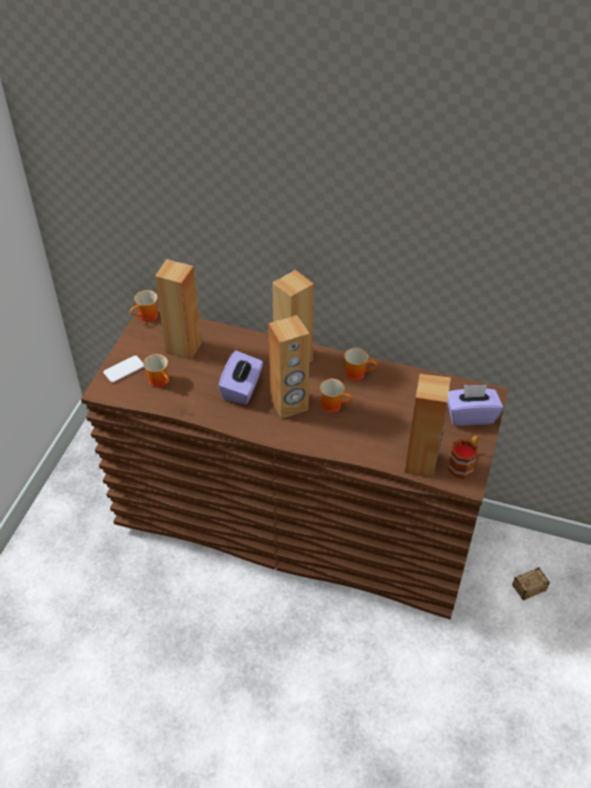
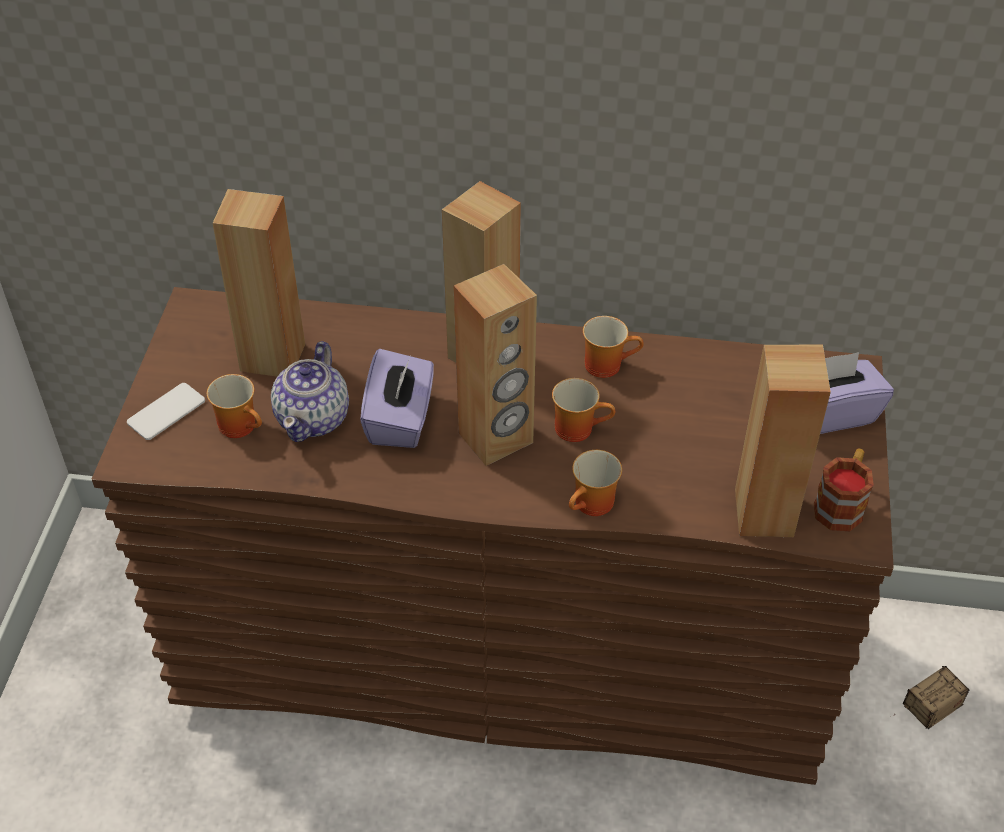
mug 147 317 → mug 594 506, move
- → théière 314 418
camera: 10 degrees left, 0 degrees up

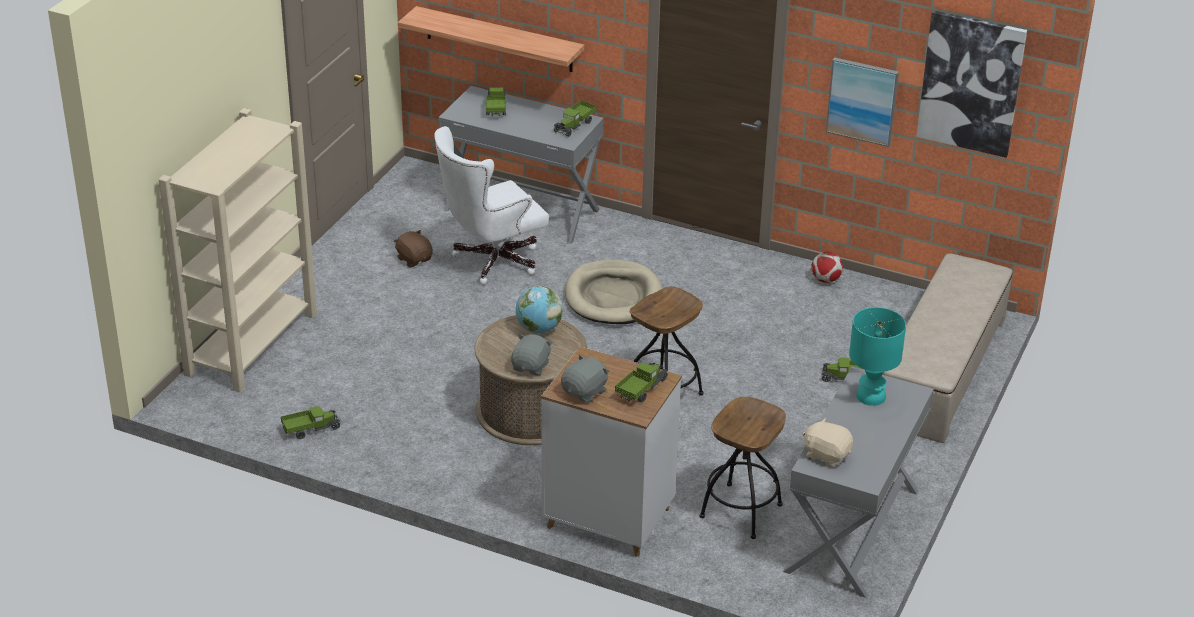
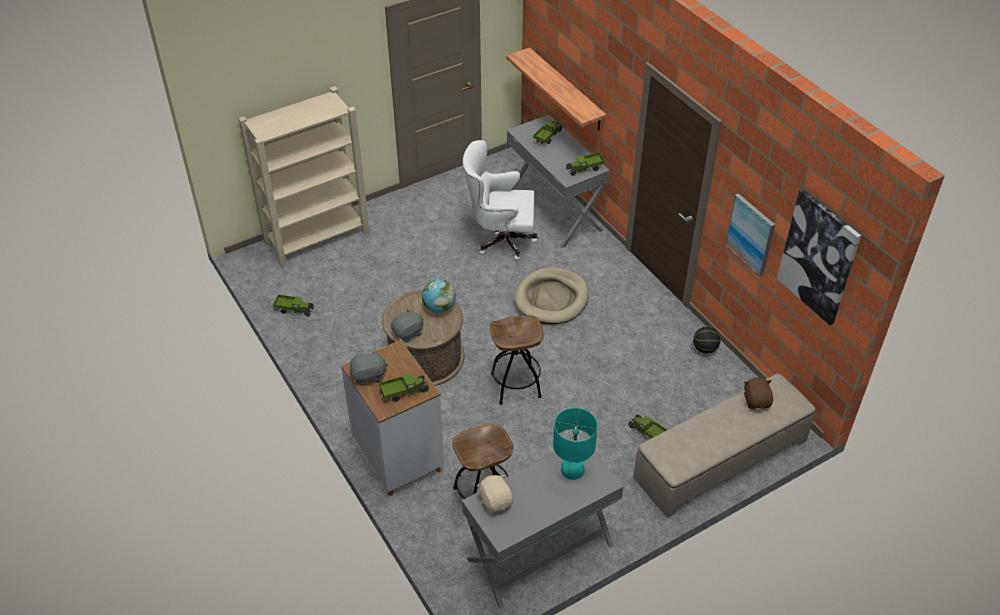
peluche/marron 414 259 → peluche/marron 756 401, move
ballon de foot 826 280 → ballon de basket 705 349
camera: 35 degrees right, 10 degrees up

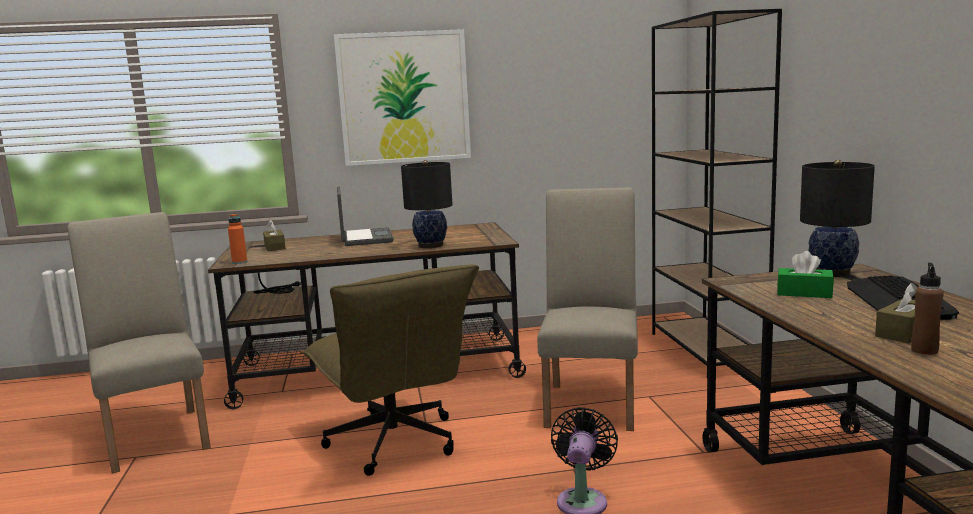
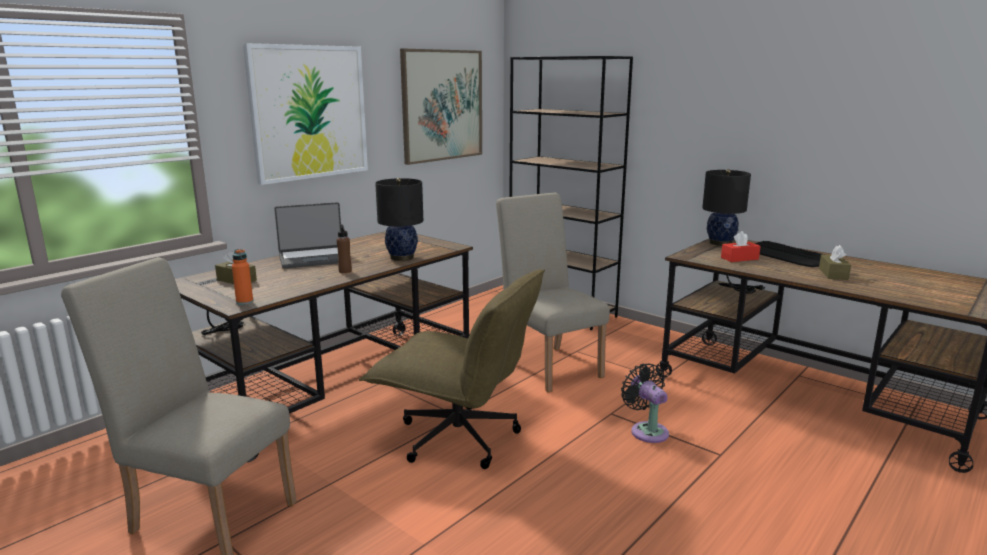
ordinateur portable 365 238 → ordinateur portable 314 259, 120 degrees clockwise
boîte à mouchoirs/vert 804 293 → boîte à mouchoirs/rouge 739 258
bouteille/marron 924 350 → bouteille/marron 345 271, move
- → tableau 442 105
camera: 40 degrees left, 5 degrees up

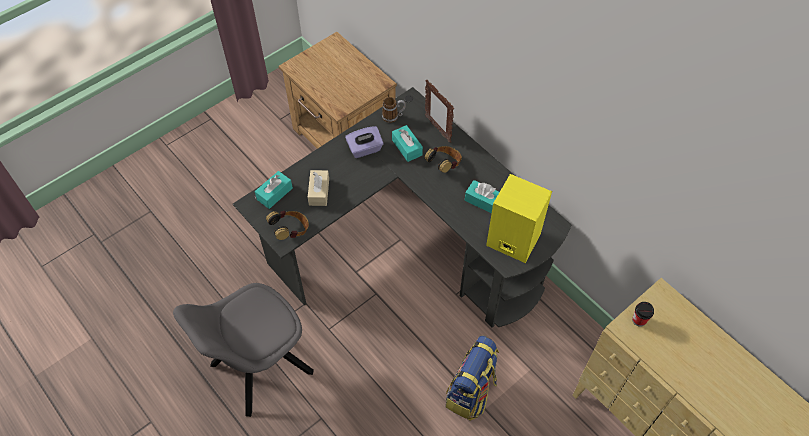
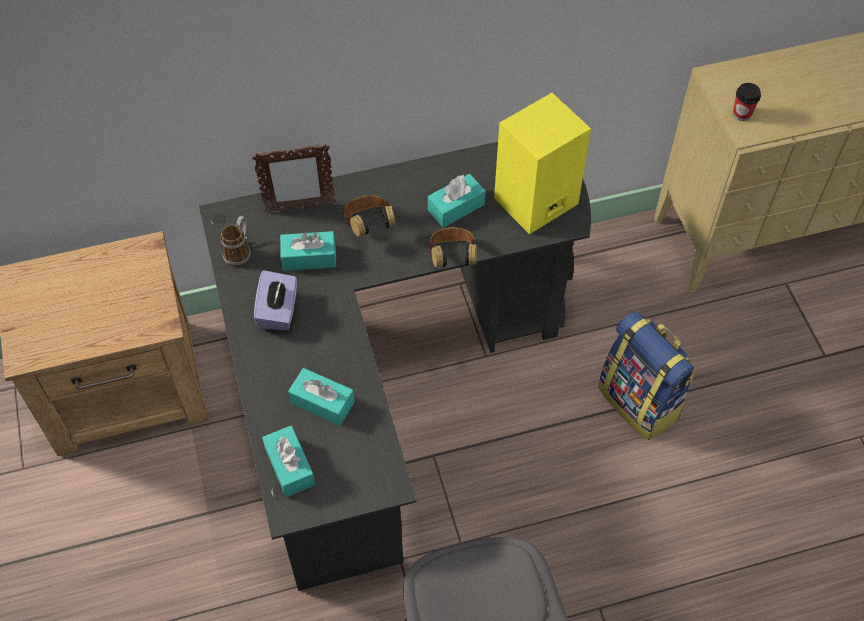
casque audio 291 231 → casque audio 452 258, move
boîte à mouchoirs/beige 319 192 → boîte à mouchoirs/turquoise 322 402
camera: 65 degrees left, 0 degrees up

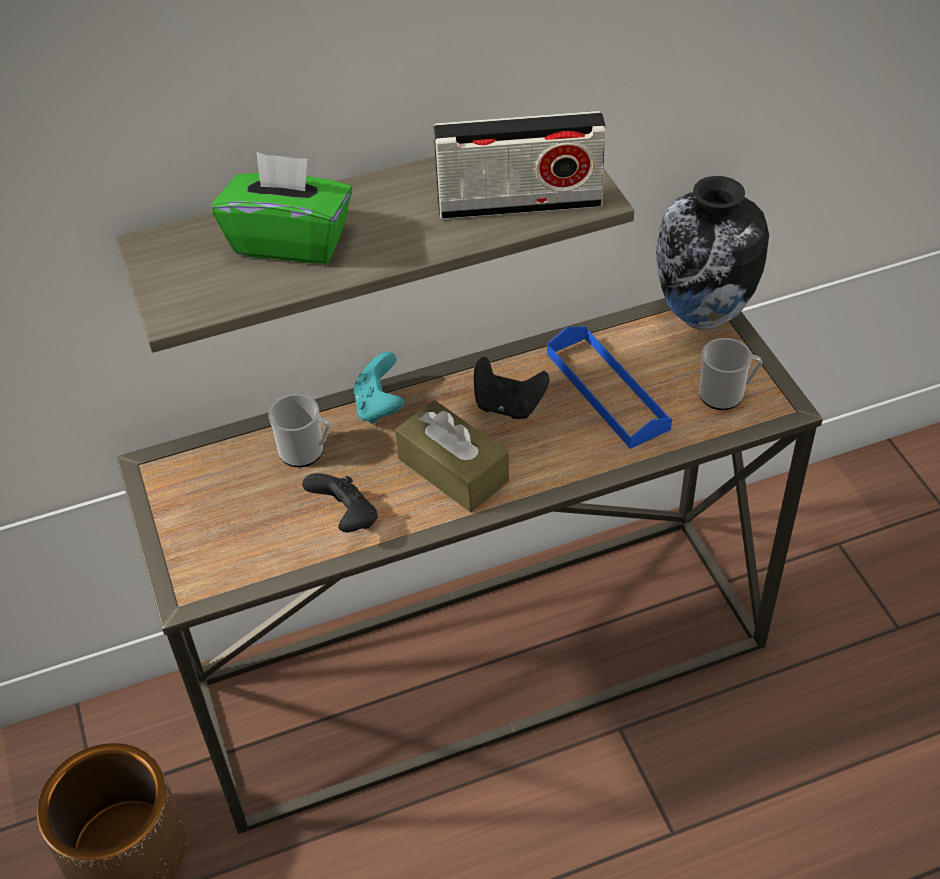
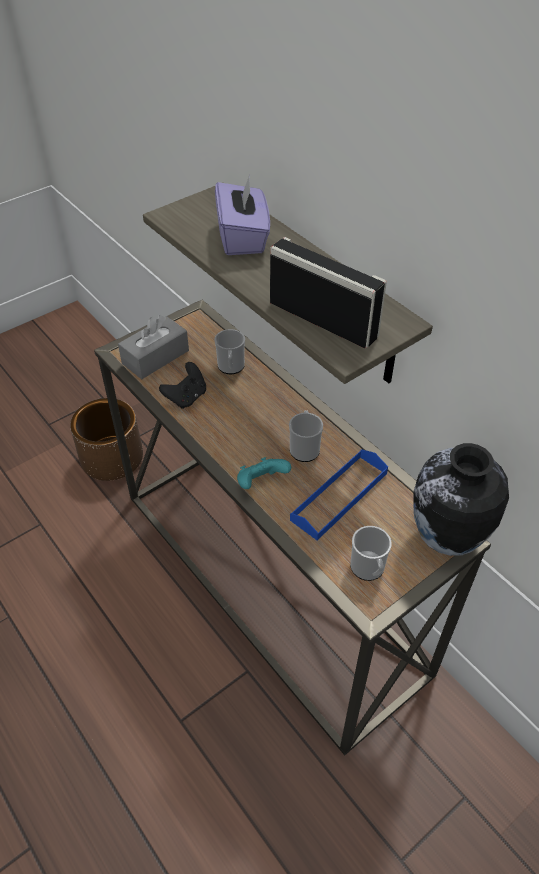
boîte à mouchoirs/vert 290 241 → boîte à mouchoirs/violet 243 238
manette/turquoise 379 406 → manette/turquoise 261 483, move
boîte à mouchoirs/marron 453 470 → -
radio 519 204 → radio 323 319, 150 degrees clockwise
manette/noir 508 406 → mug 304 448
- → boîte à mouchoirs/gris 155 357
camera: 70 degrees right, 0 degrees up

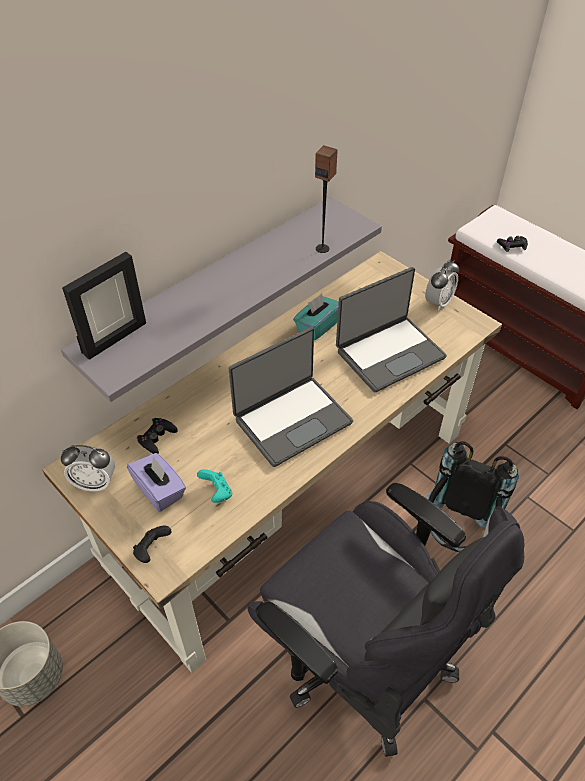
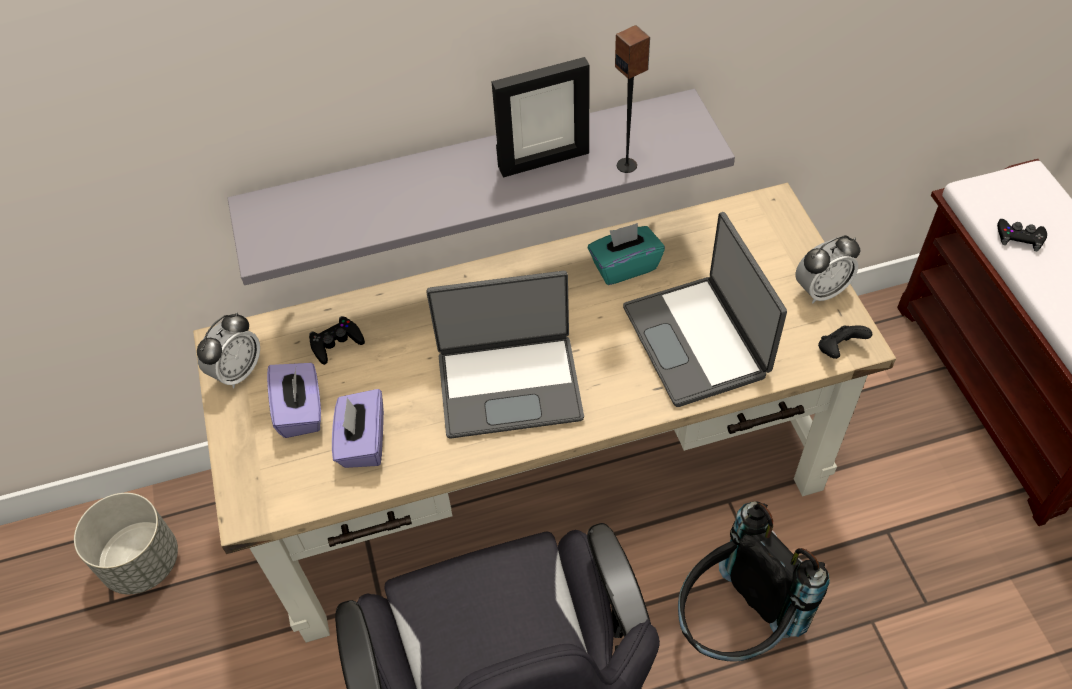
réveil 95 483 → réveil 238 372, 90 degrees counterclockwise
cadre photo 114 338 → cadre photo 543 160, move
manette/noir 152 550 → manette/noir 838 350, move
manette/turquoise 217 492 → boîte à mouchoirs/violet 362 442
ordinateur portable 389 353 → ordinateur portable 697 341, 75 degrees clockwise
camera: 30 degrees right, 5 degrees up

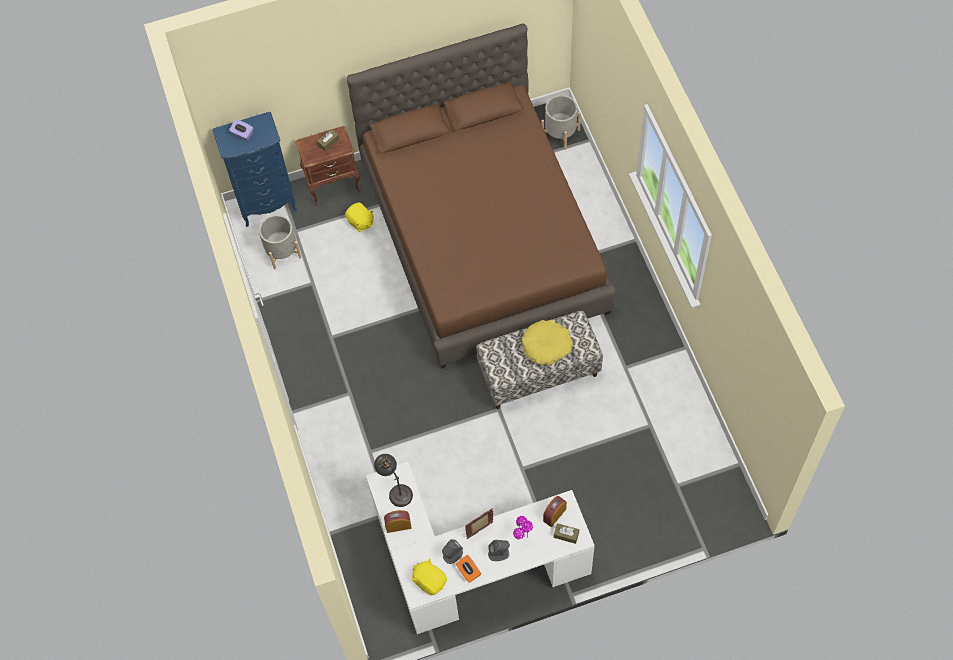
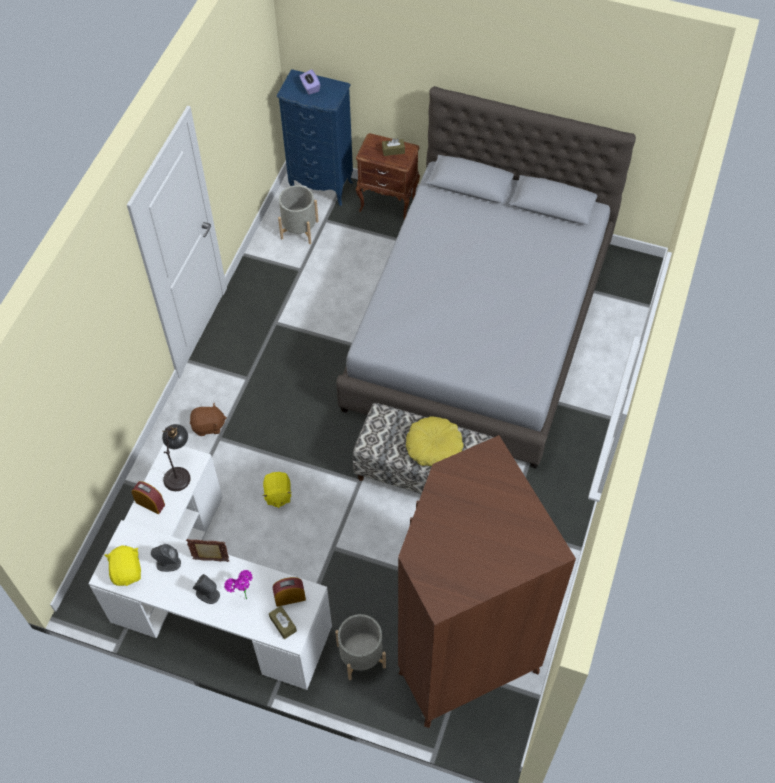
peluche/jaune 360 222 → peluche/jaune 277 495, move
lit/marron 483 236 → lit/gris 480 326
boîte à mouchoirs/orange 468 572 → -
cache-pot/gris 560 133 → cache-pot/gris 361 656, move
- → peluche/marron 208 426
- → armoire/marron 462 647
camera: 35 degrees right, 5 degrees down

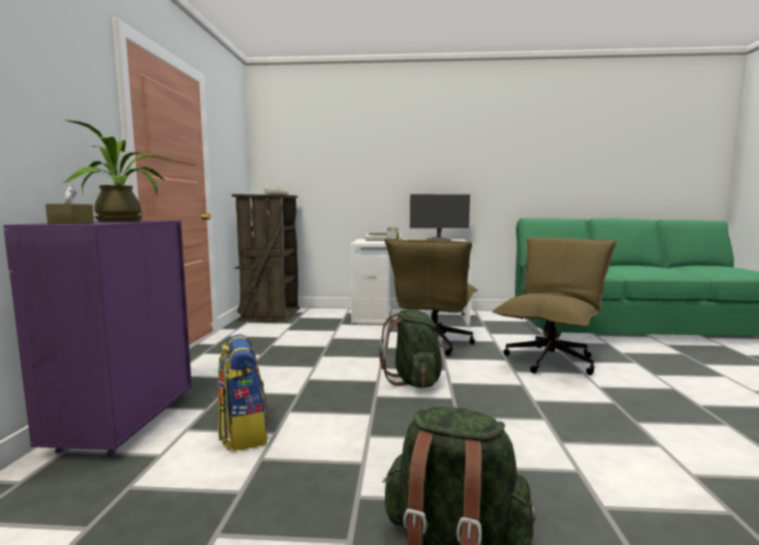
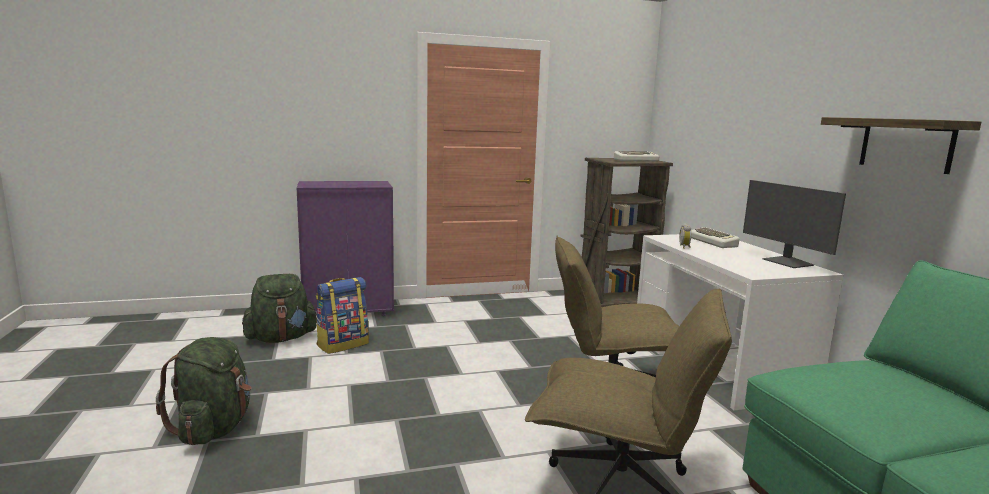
boîte à mouchoirs/marron 72 223 → -
plante en pot 125 221 → -
sac à dos/vert 414 381 → sac à dos/vert 281 338, move
- → étagère 906 144
camera: 70 degrees right, 5 degrees up

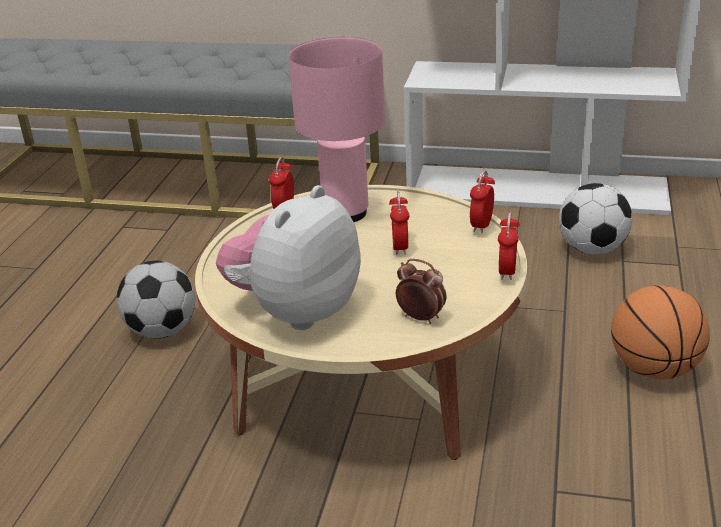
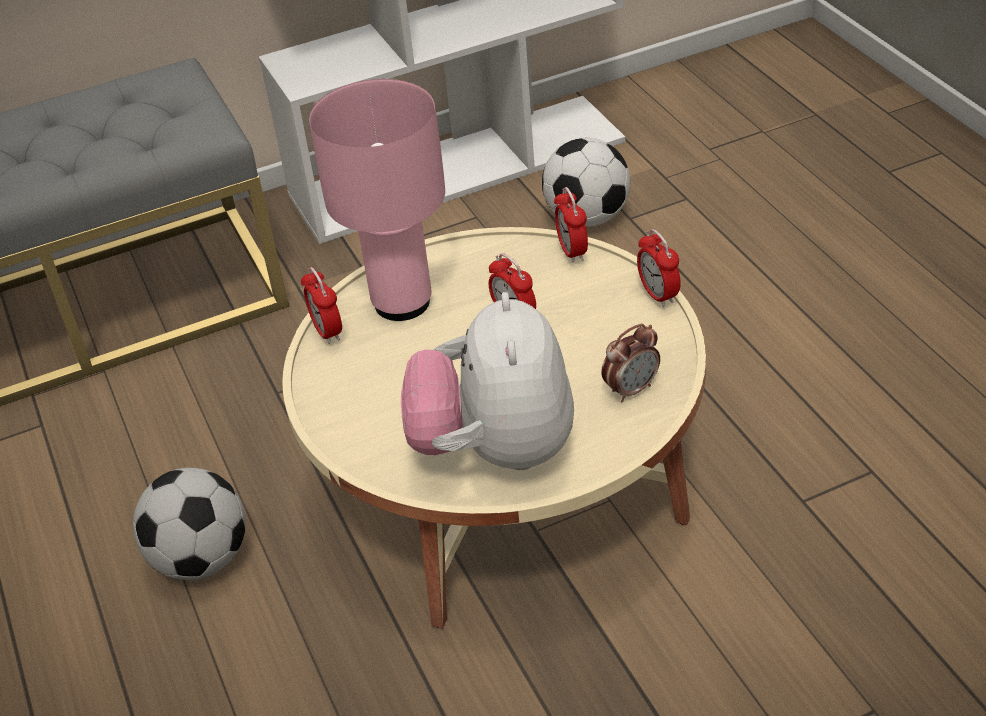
réveil 421 317 → réveil 631 389, 150 degrees clockwise
ballon de basket 654 369 → -
camera: 35 degrees left, 10 degrees up

